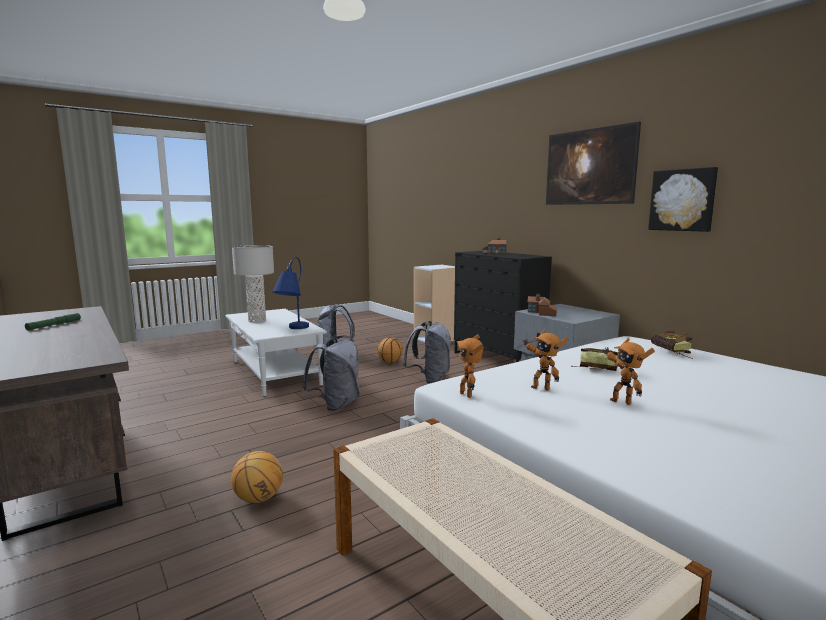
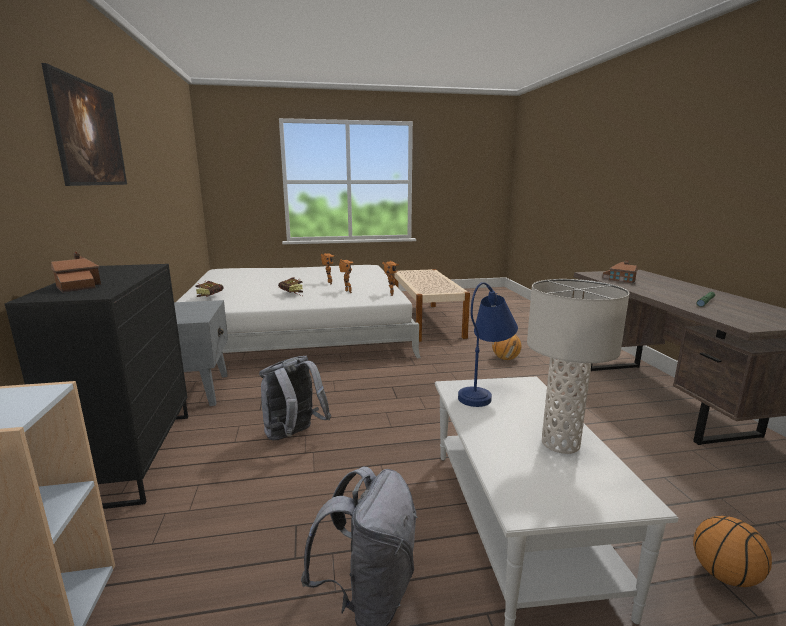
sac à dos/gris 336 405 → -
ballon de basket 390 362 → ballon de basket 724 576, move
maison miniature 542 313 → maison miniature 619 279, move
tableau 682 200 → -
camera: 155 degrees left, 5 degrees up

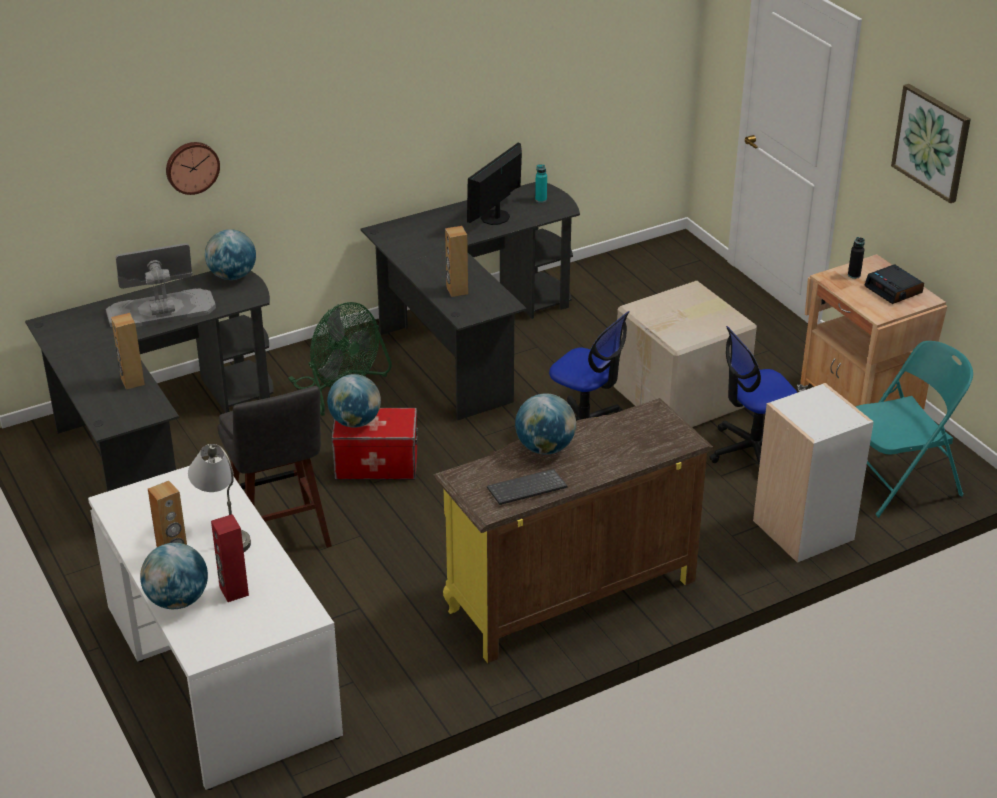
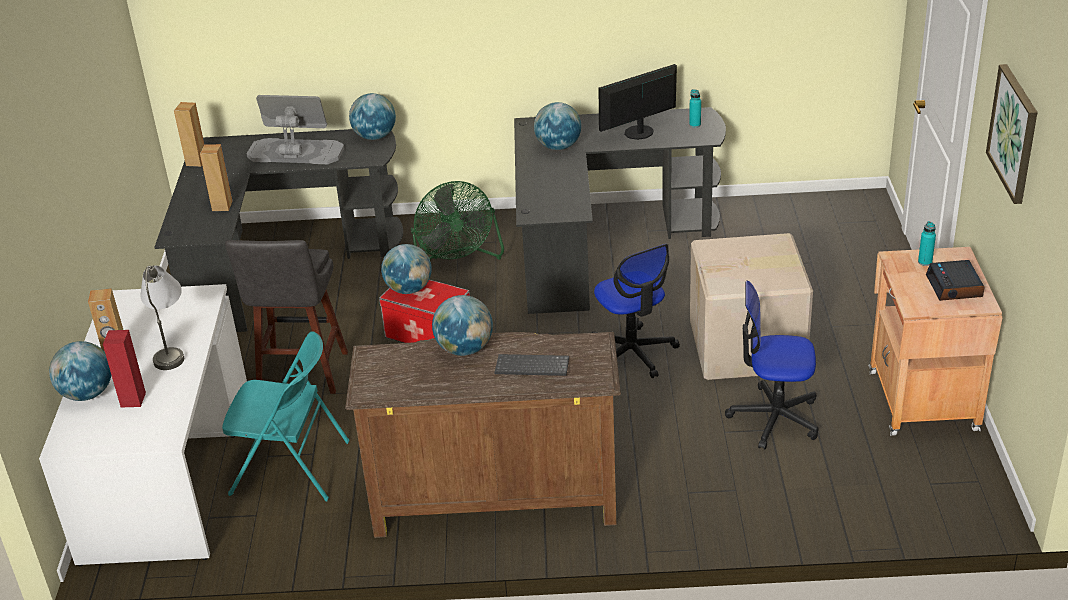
horloge murale 191 167 → -
enceinte/marron 456 290 → enceinte/marron 196 161, move
clavier 526 490 → clavier 531 368, move
bibliothèque 802 530 → -
bouteille/noir 854 275 → bouteille/turquoise 925 262
chaise/turquoise 898 481 → chaise/turquoise 290 468, move
- → globe 558 146
camera: 30 degrees right, 0 degrees up

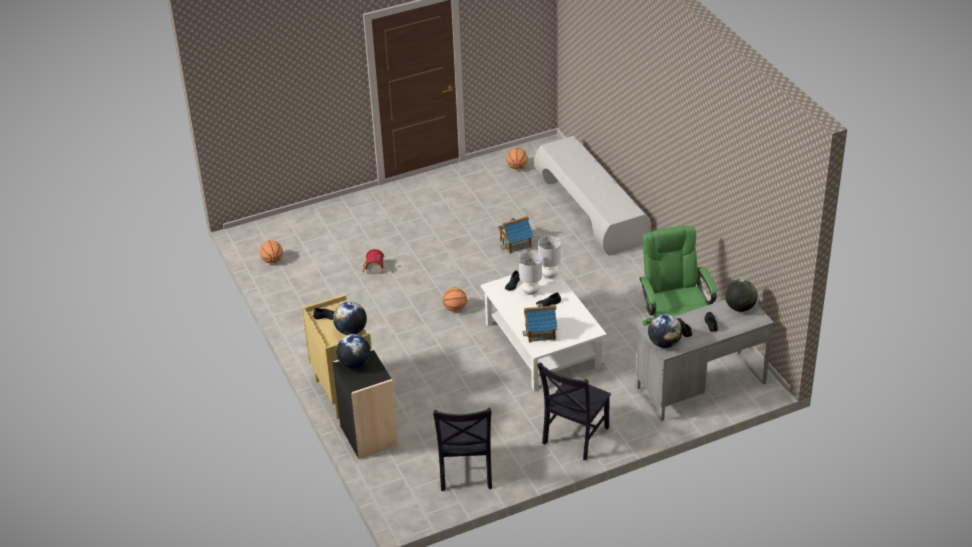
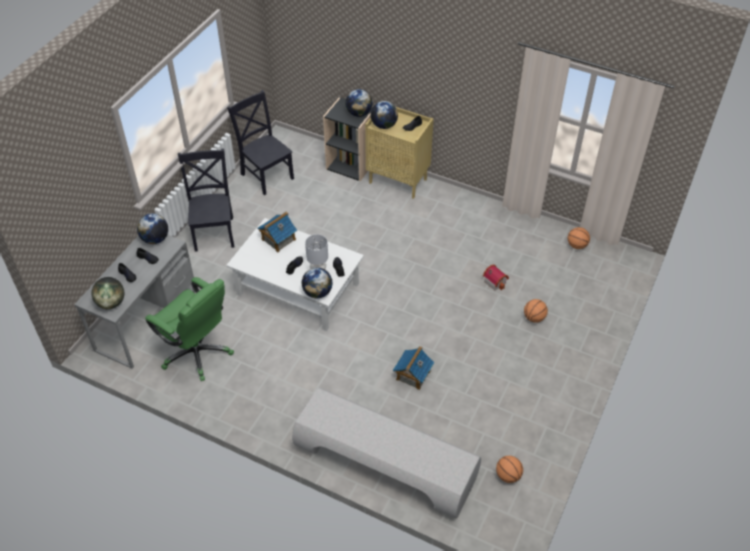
ballon de basket 455 308 → ballon de basket 534 318, move
lampe de table/gris 549 275 → globe 317 292
camera: 140 degrees right, 10 degrees up

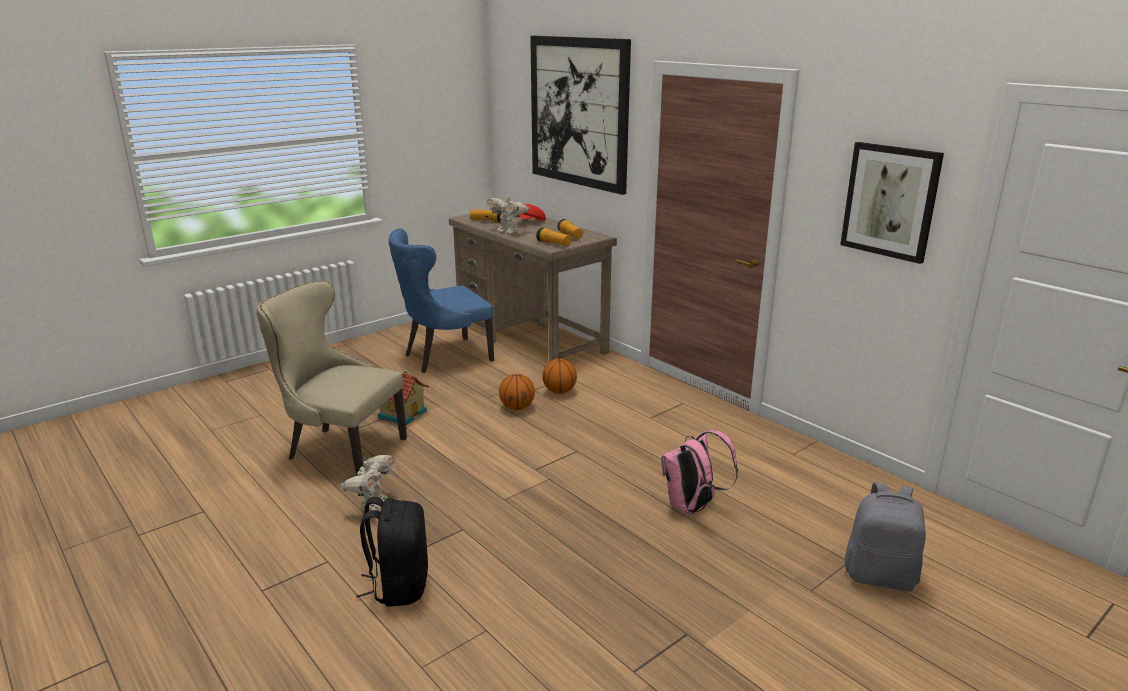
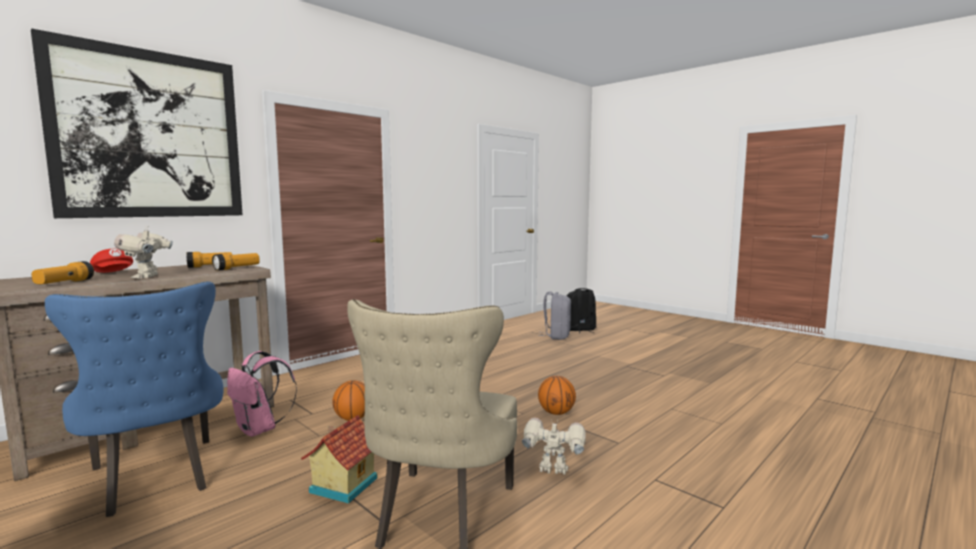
sac à dos/noir 399 586 → sac à dos/noir 580 330, move
robot jouet 508 231 → robot jouet 147 277, 135 degrees clockwise
ballon de basket 559 391 → ballon de basket 556 413, move
sac à dos/rose 692 507 → sac à dos/rose 259 429, move
tableau 890 201 → -
camera: 95 degrees left, 15 degrees down

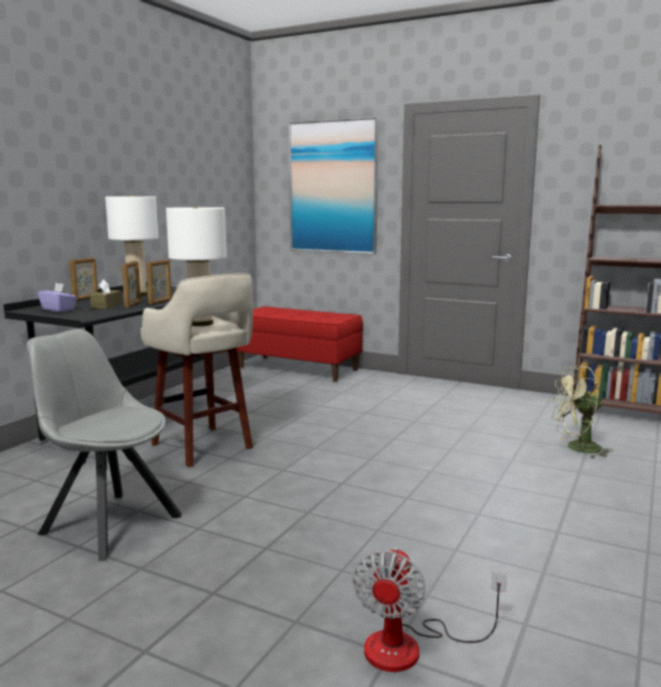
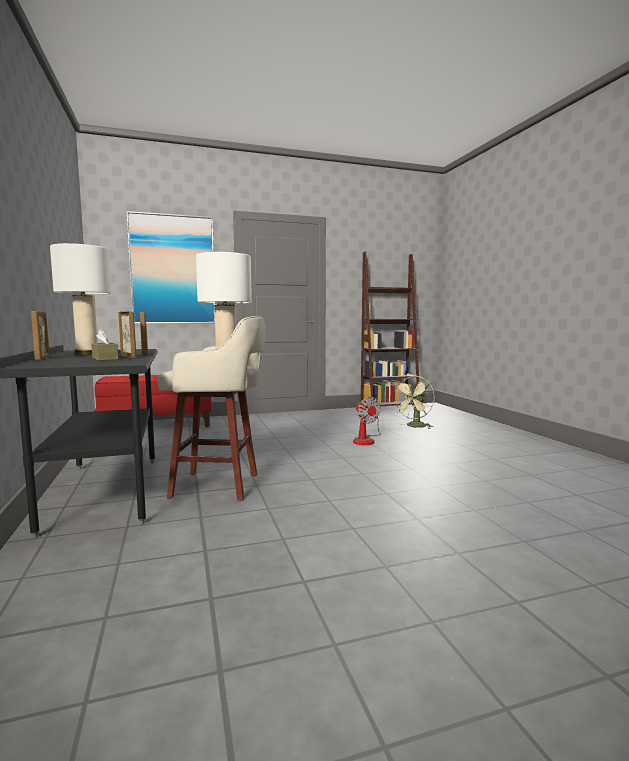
chaise/gris 109 523 → -
boîte à mouchoirs/violet 59 309 → -
ventilateur 411 647 → ventilateur 366 440, move
camera: 45 degrees left, 5 degrees down

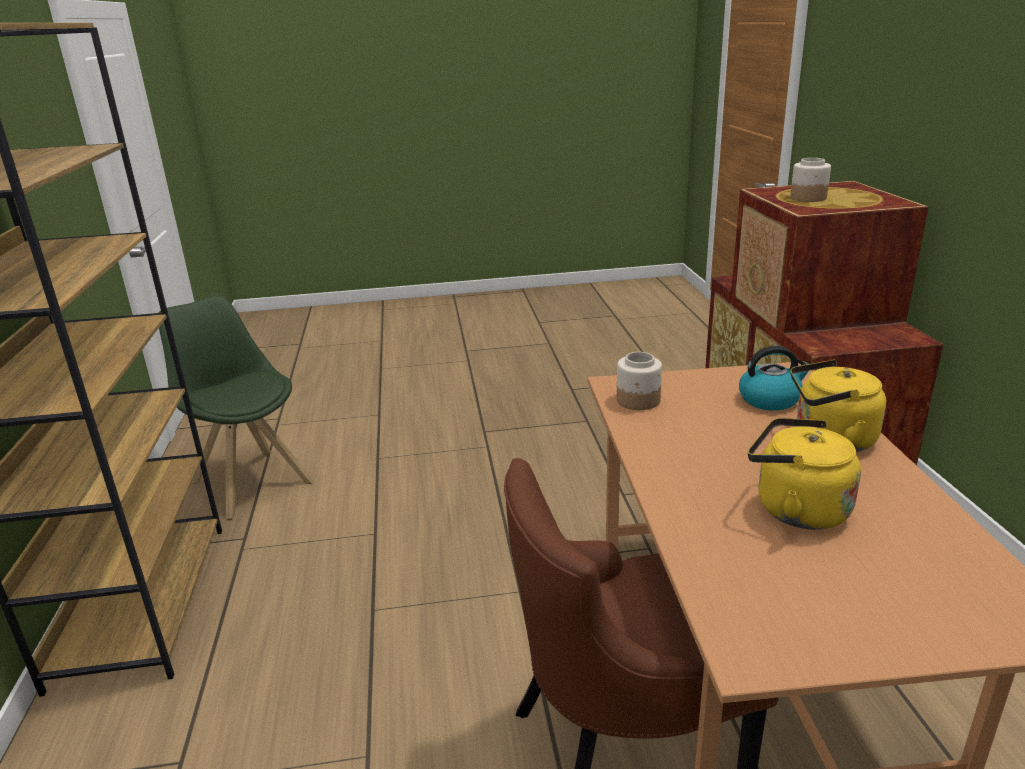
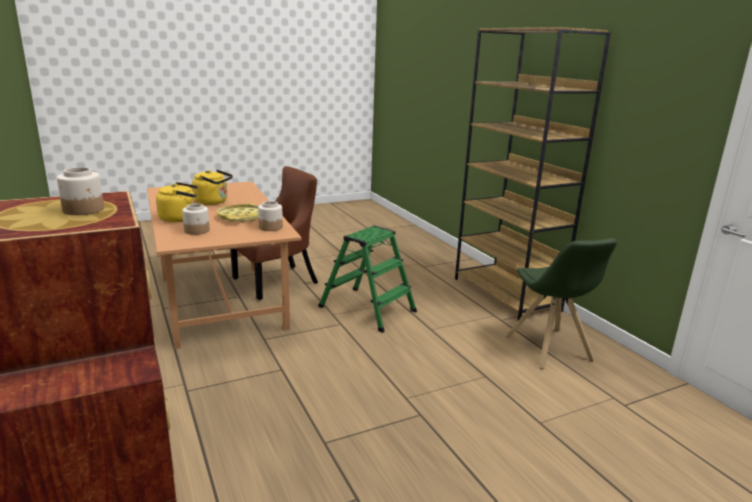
chaise/vert 251 482 → chaise/vert 549 348, 45 degrees clockwise
bouilloire 770 399 → bocal 197 231
- → plateau/jaune 242 217
- → escabeau/vert 367 309
camera: 160 degrees right, 5 degrees down

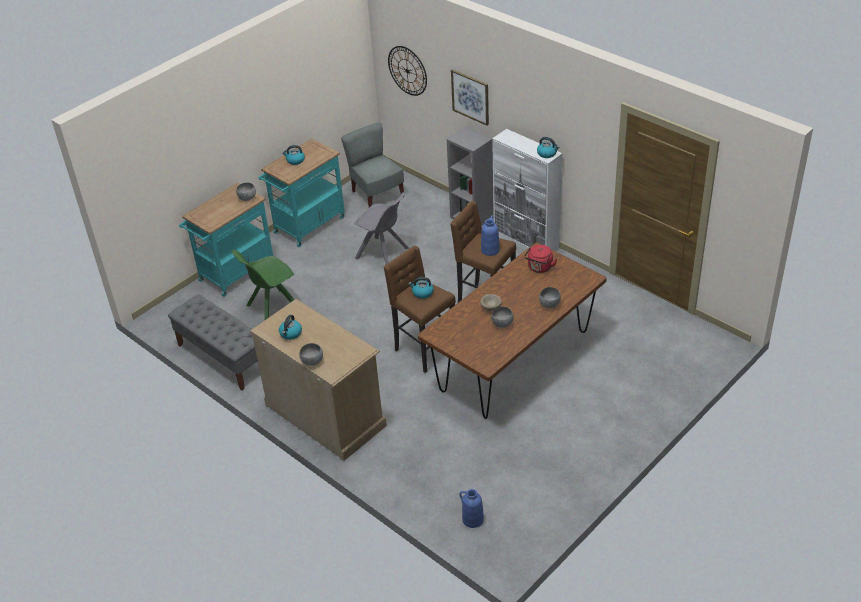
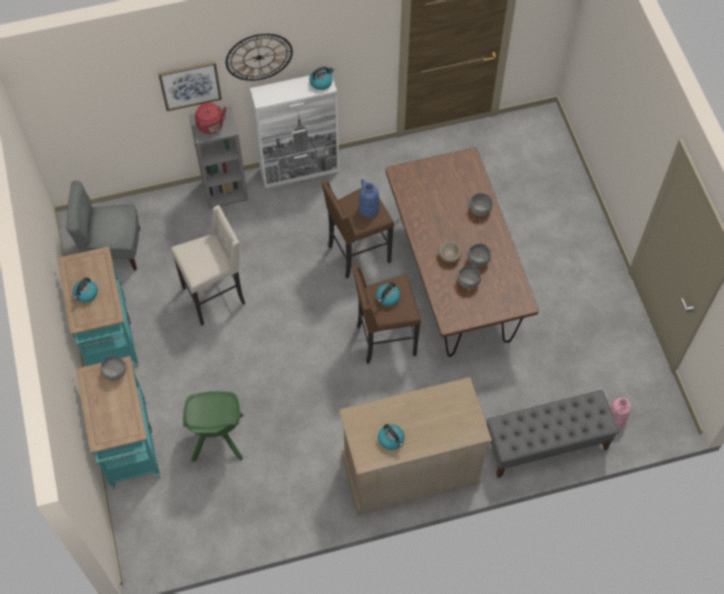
banc/gris 223 357 → banc/gris 545 444, move
bol/gris 312 362 → bol/gris 469 282, move
chaise/gris 383 253 → tabouret/beige 215 296
horloge murale 407 70 → horloge murale 259 57, move
vase/bleu 472 519 → vase/rose 616 419
bouilloire/rouge 539 268 → bouilloire/rouge 211 126, move
camera: 60 degrees left, 20 degrees up

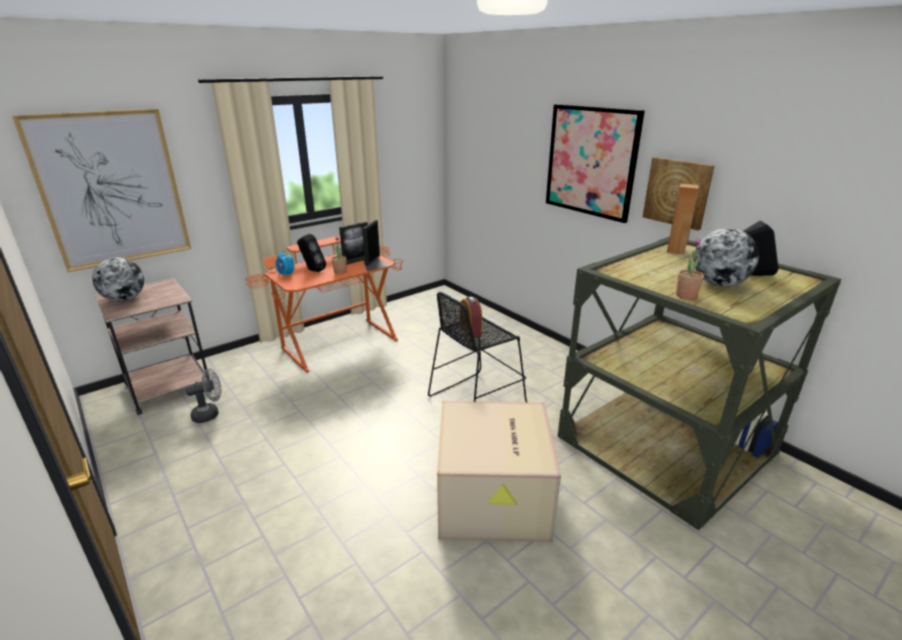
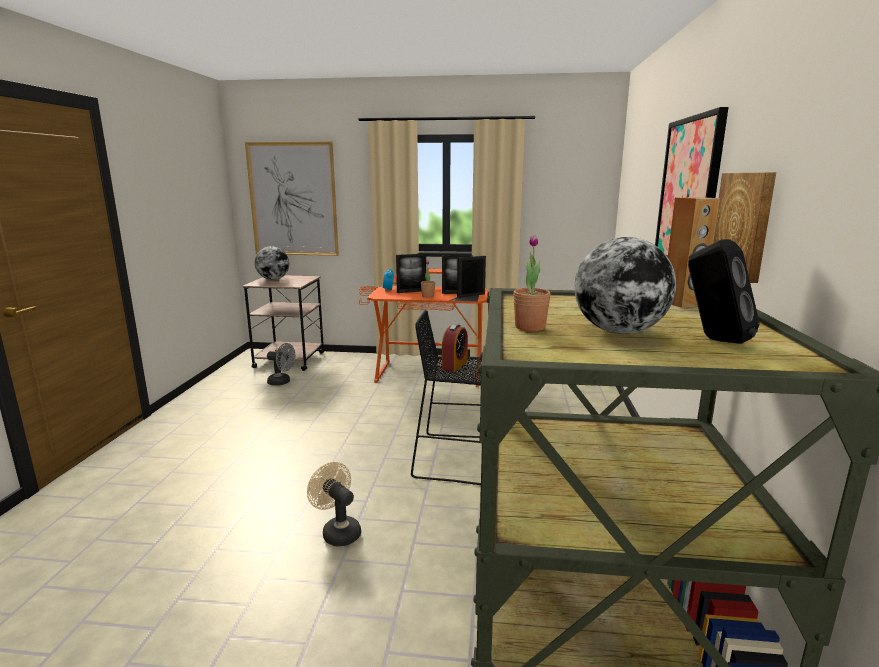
enceinte/noir 312 270 → cadre photo 411 291
carton 494 498 → ventilateur/beige 338 531
camera: 45 degrees right, 10 degrees down

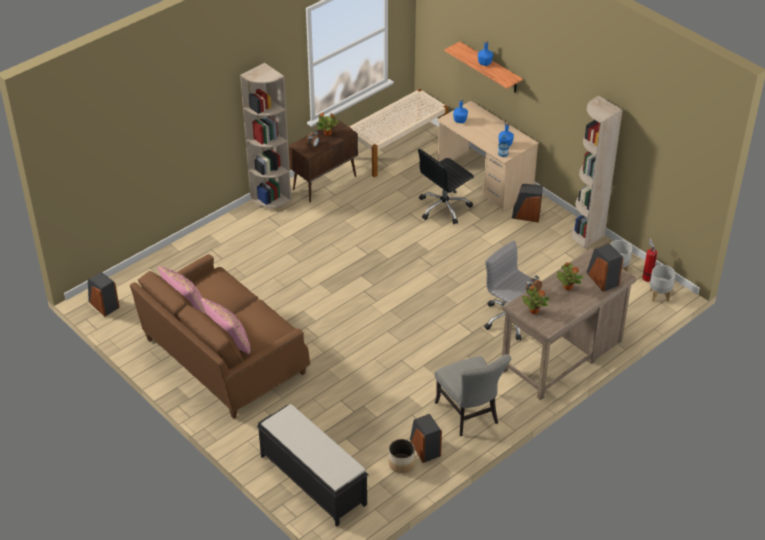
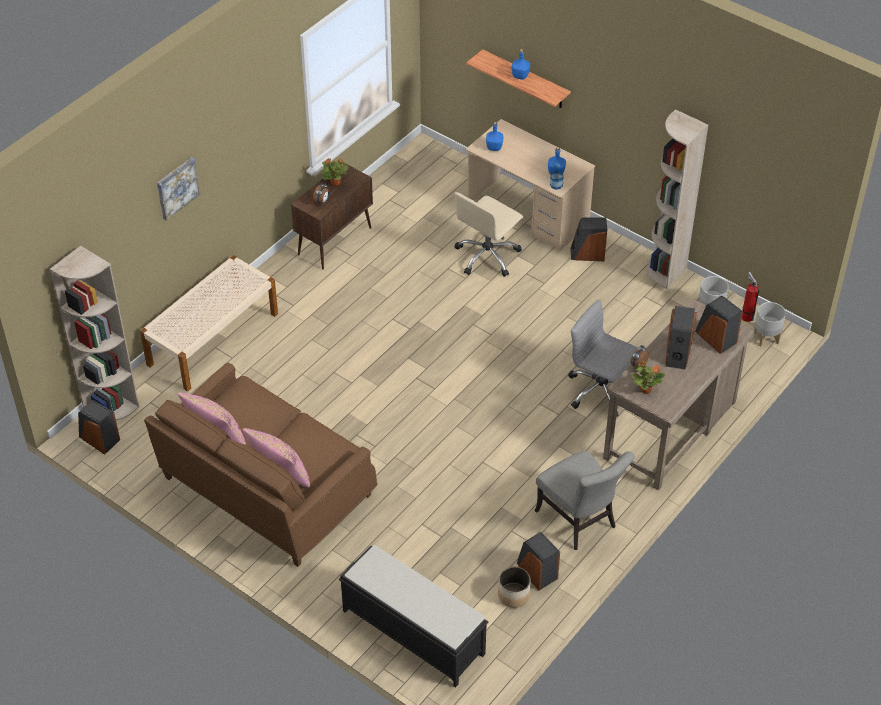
bibliothèque/beige 271 202 → bibliothèque/beige 112 411, move
banc/beige 397 147 → banc/beige 212 339, move
chaise de bureau/noir 444 208 → chaise de bureau/beige 487 256
plante en pot 567 287 → enceinte 677 353
- → tableau 177 188
camera: 10 degrees left, 5 degrees up

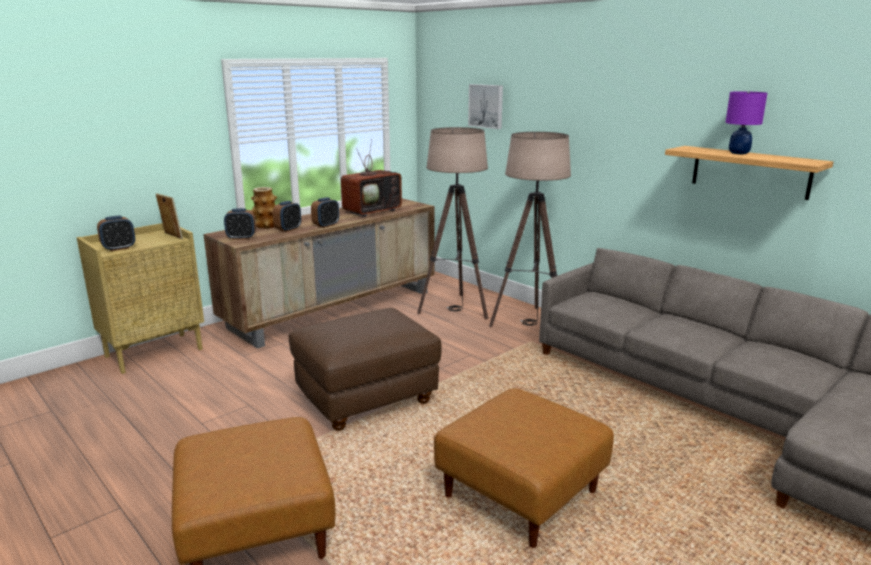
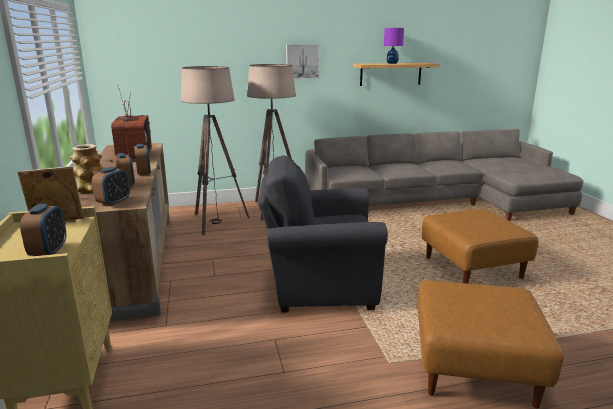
pouf/marron 367 397 → fauteuil/gris 318 284
tableau 486 106 → tableau 302 61, move
camera: 60 degrees left, 0 degrees up

